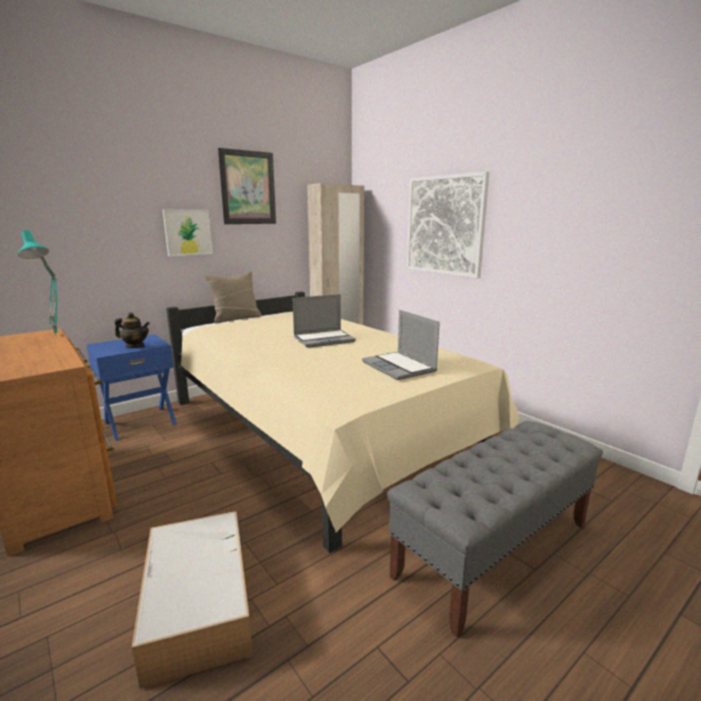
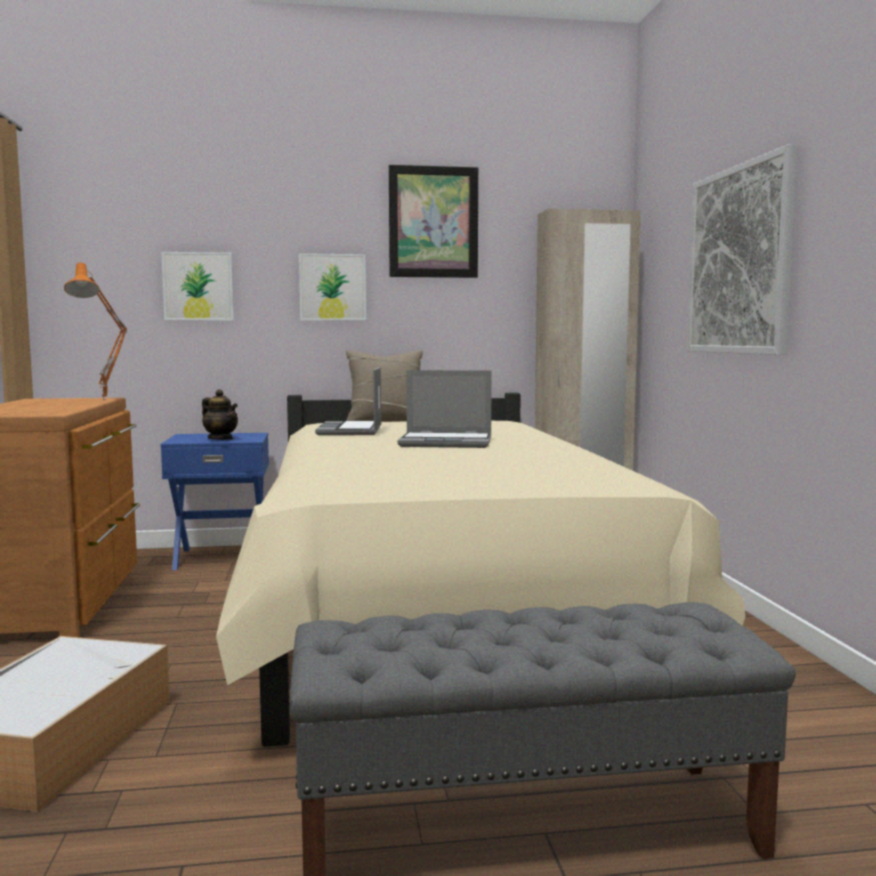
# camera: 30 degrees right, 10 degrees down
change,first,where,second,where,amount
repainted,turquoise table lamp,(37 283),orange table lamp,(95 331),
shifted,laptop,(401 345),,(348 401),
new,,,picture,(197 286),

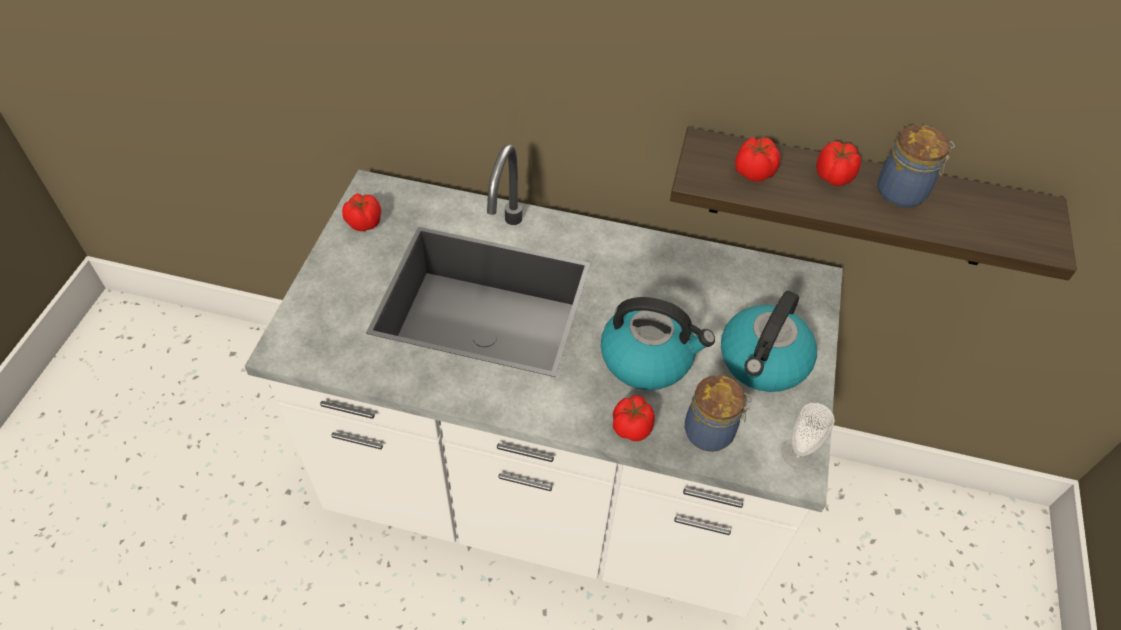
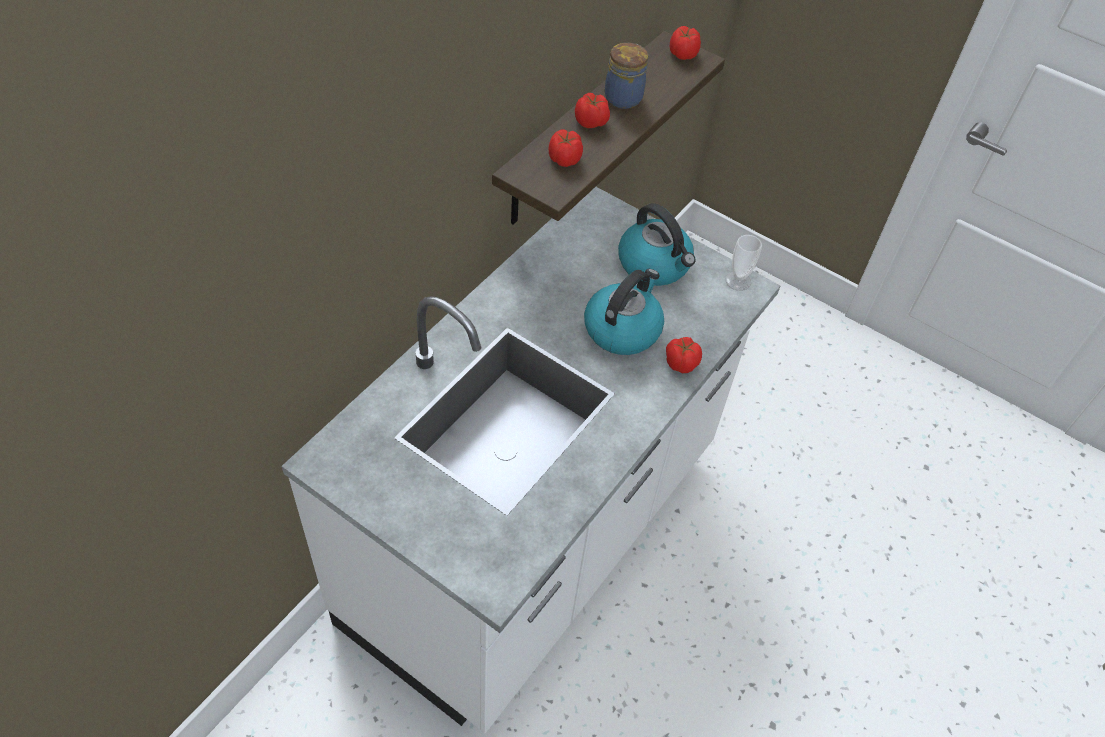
# camera: 70 degrees left, 0 degrees up
change,first,where,second,where,amount
shifted,tomato,(361 212),,(685 43),
gone,jar,(718 413),,,

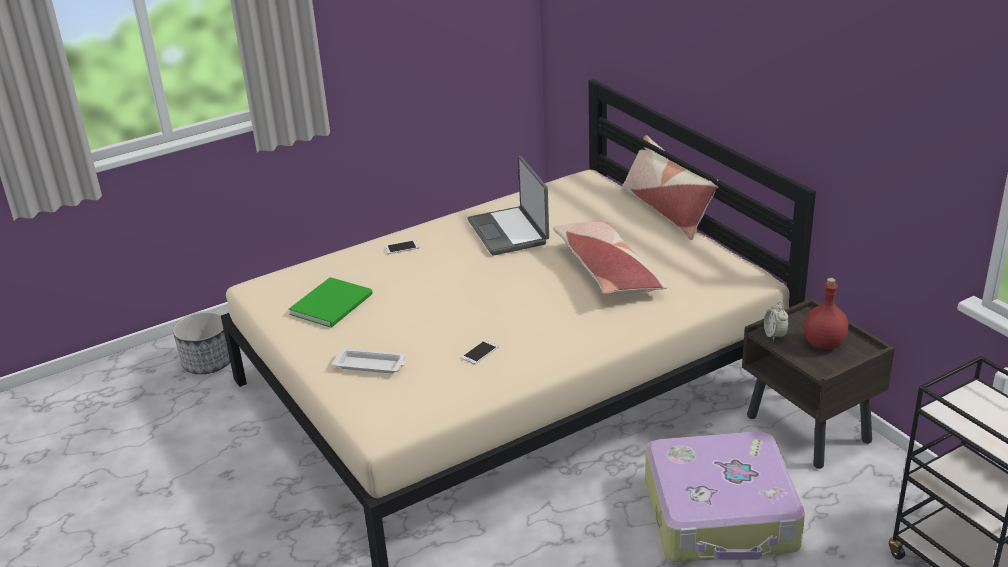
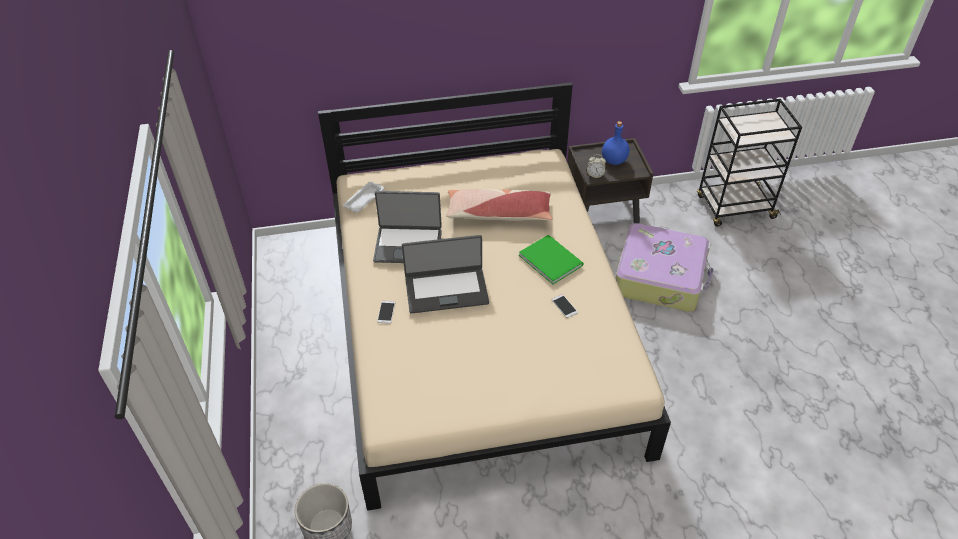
# camera: 70 degrees left, 15 degrees up
change,first,where,second,where,amount
shifted,green book,(331 302),,(551 259),
shifted,white tray,(369 360),,(363 197),
gone,pillow,(670 187),,,
repainted,red bottle,(826 314),blue bottle,(616 143),
new,,,laptop,(445 274),

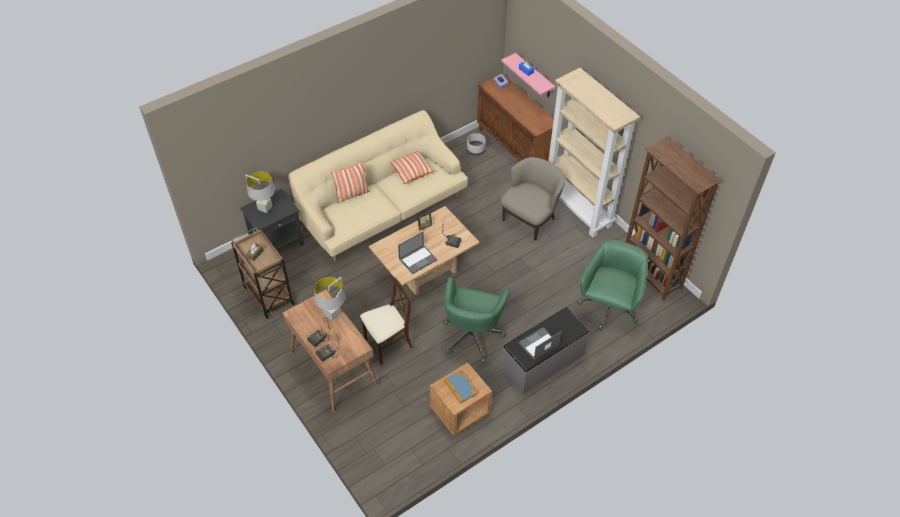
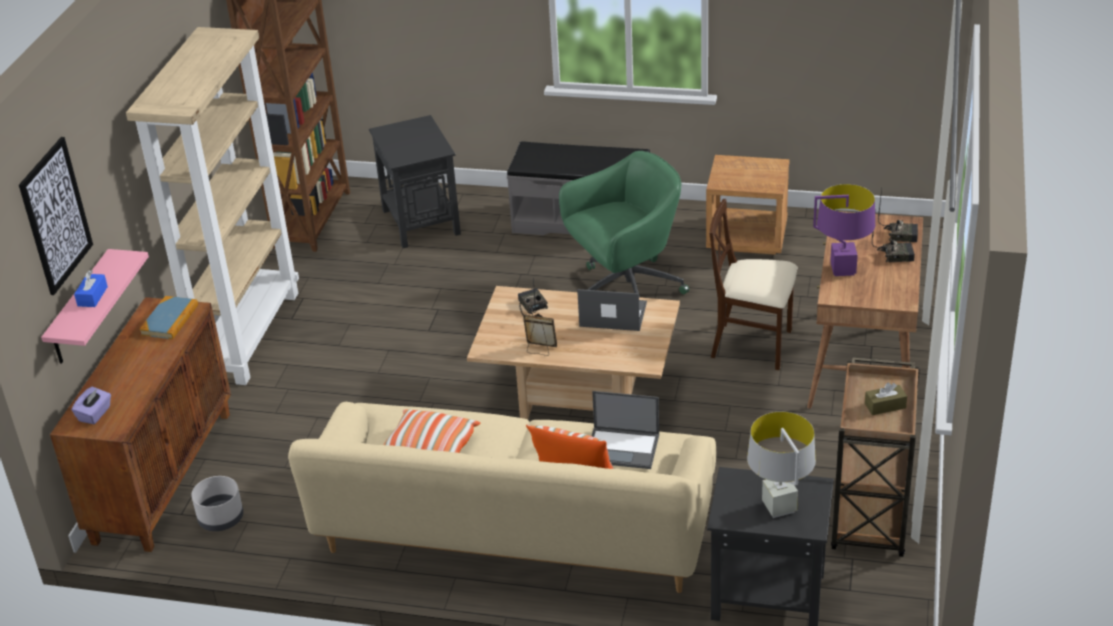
# camera: 130 degrees left, 15 degrees down
change,first,where,second,where,amount
repainted,grey table lamp,(329 299),purple table lamp,(844 230),
shifted,book,(460 387),,(168 318),
gone,beige armchair,(533 199),,,
shifted,laptop,(540 343),,(625 430),
swapped,green office chair,(612 285),black side table,(415 181),
new,,,picture,(56 216),

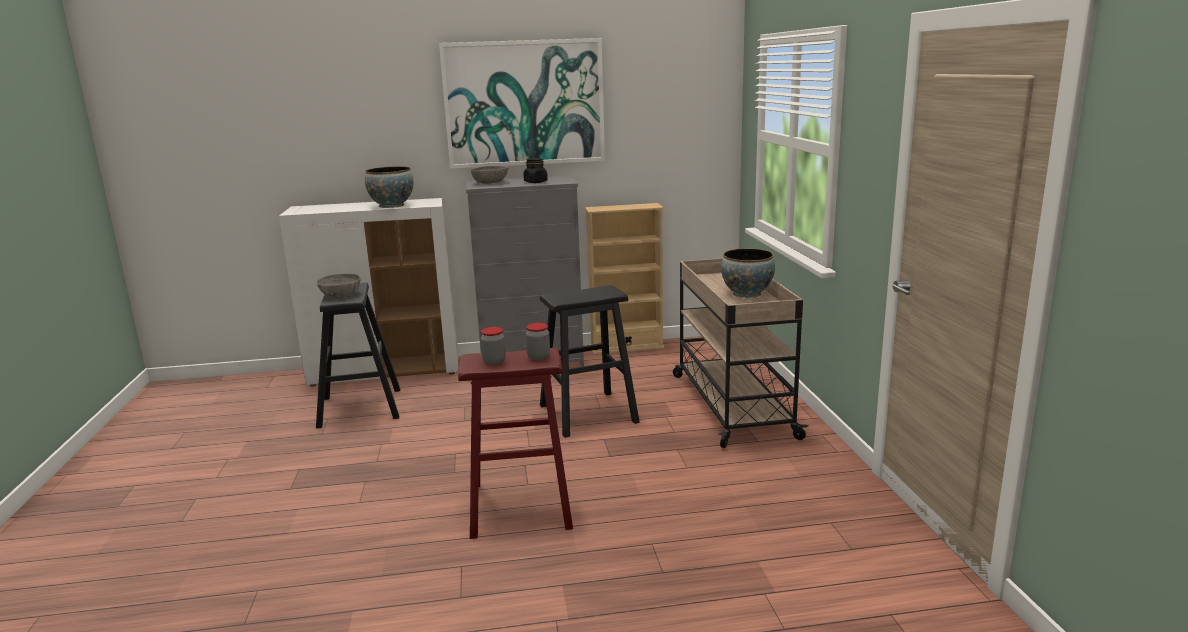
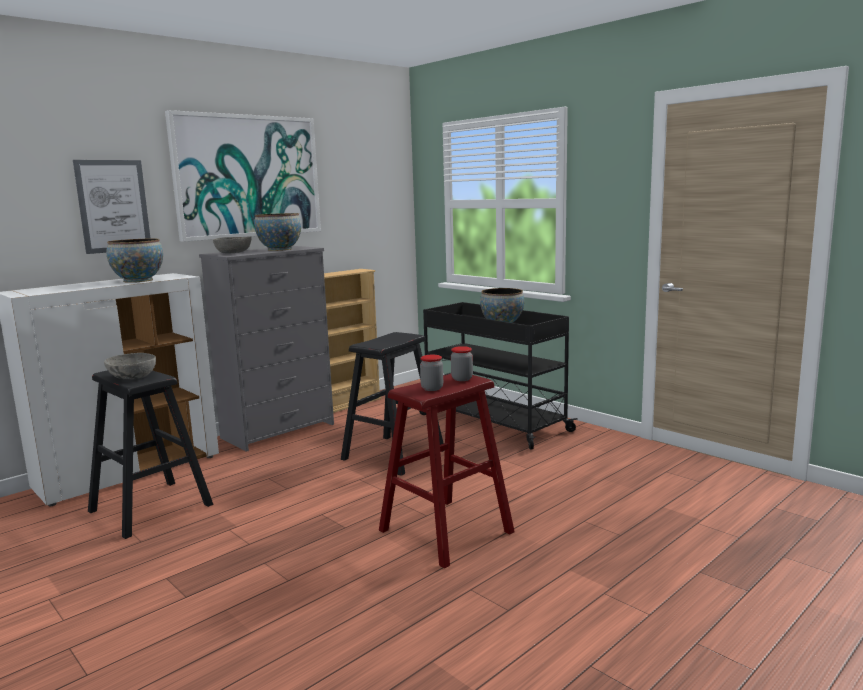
# camera: 35 degrees left, 5 degrees down
change,first,where,second,where,amount
swapped,black jar,(536 170),bowl,(277 232),
repainted,beige cart,(741 353),black cart,(498 375),
new,,,picture,(111 207),

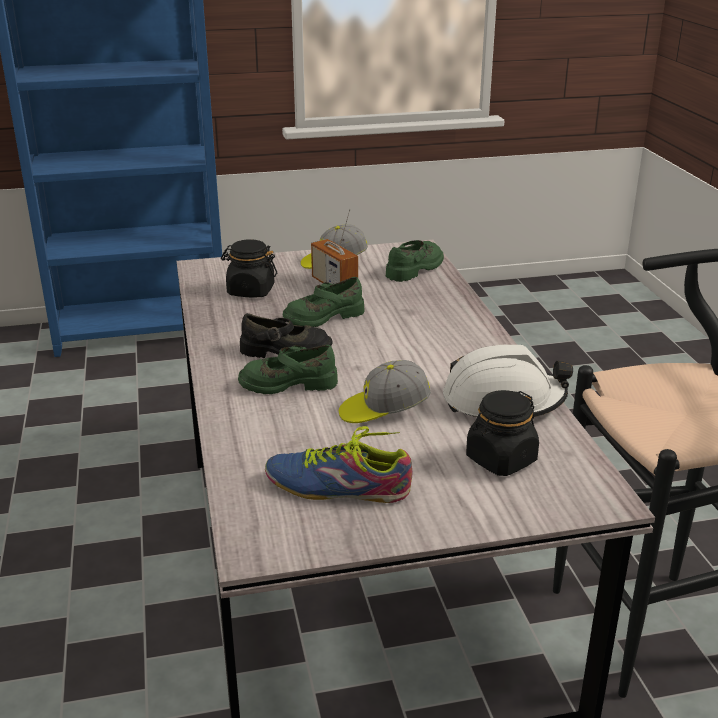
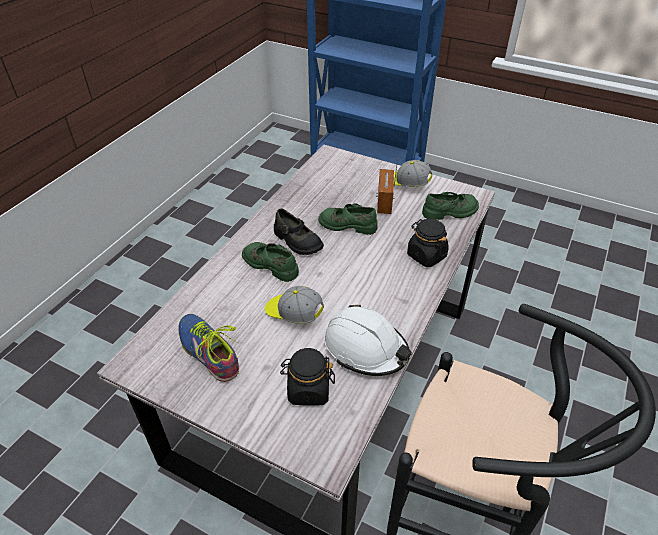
# camera: 40 degrees right, 15 degrees up
change,first,where,second,where,amount
shifted,black jar,(249 268),,(428 243),

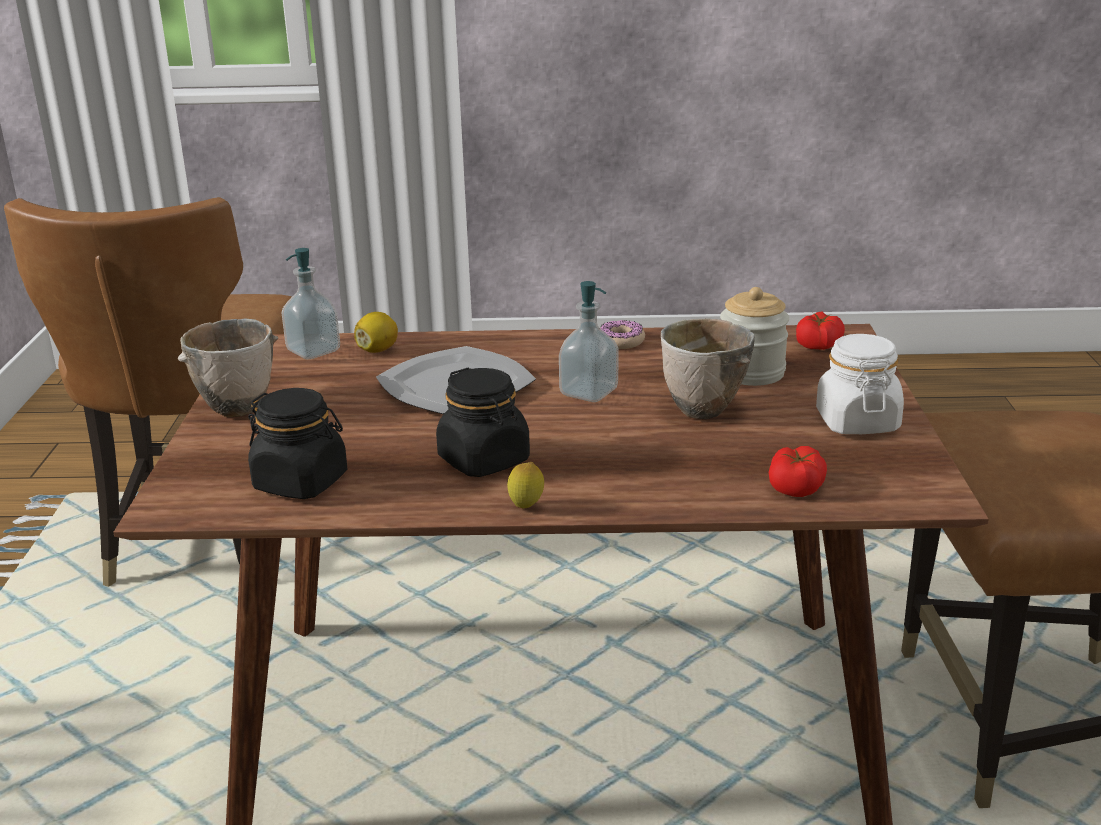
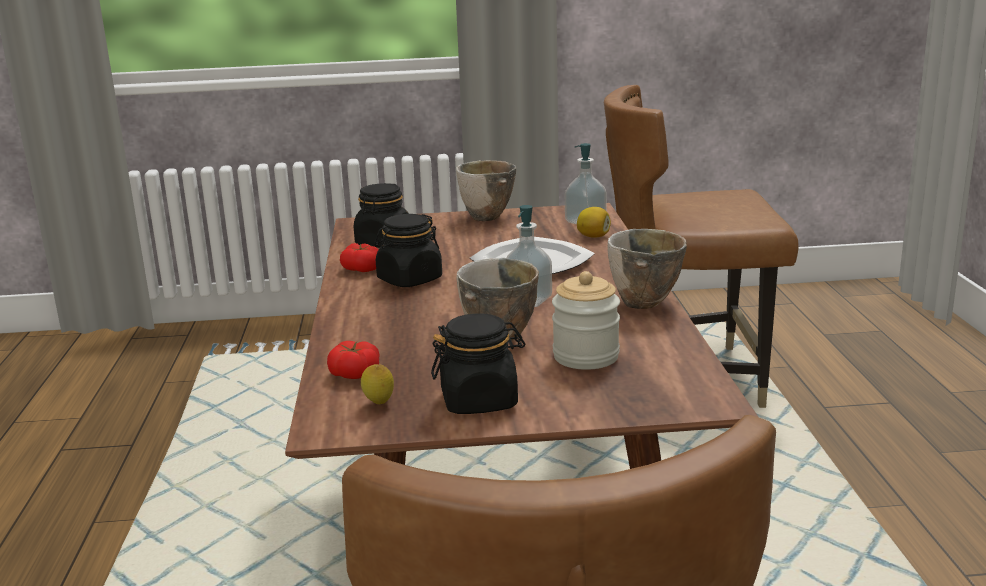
# camera: 85 degrees right, 5 degrees down
change,first,where,second,where,amount
shifted,lemon,(525 485),,(377 384),
swapped,donut,(622 334),bowl,(647 269),
shifted,tomato,(820 331),,(359 257),
repainted,white jar,(860 384),black jar,(478 363),

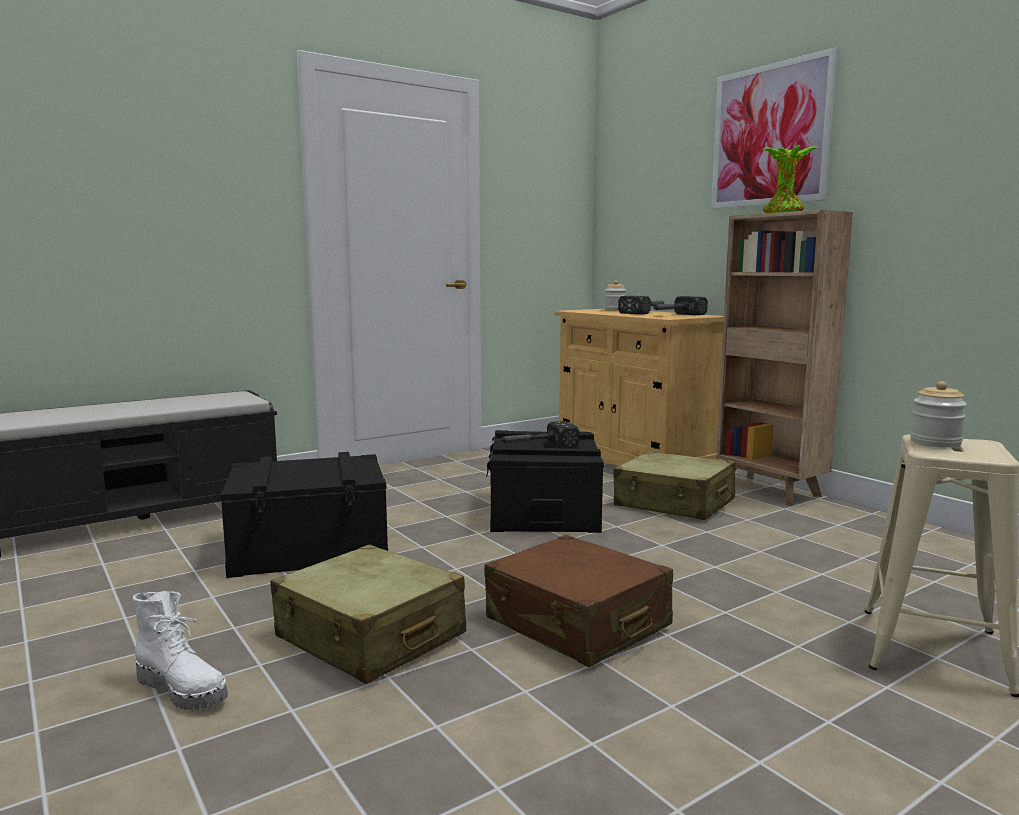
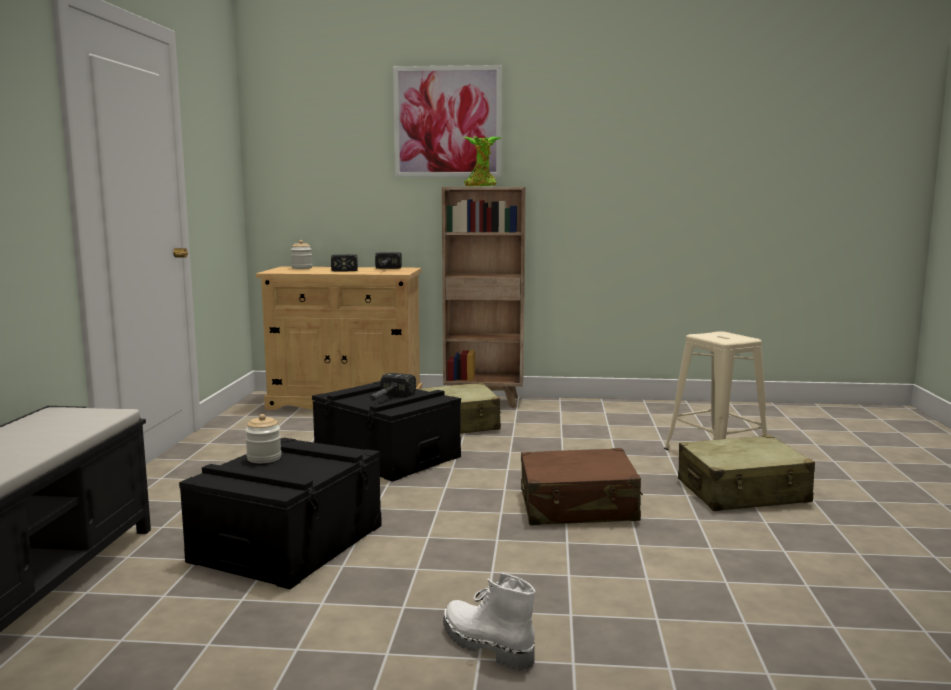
# camera: 50 degrees left, 0 degrees up
change,first,where,second,where,amount
rotated,white boot,(180 650),,(489 621),120 degrees counterclockwise
shifted,beige suitcase,(368 614),,(746 473),
shifted,jar,(938 414),,(263 438),

